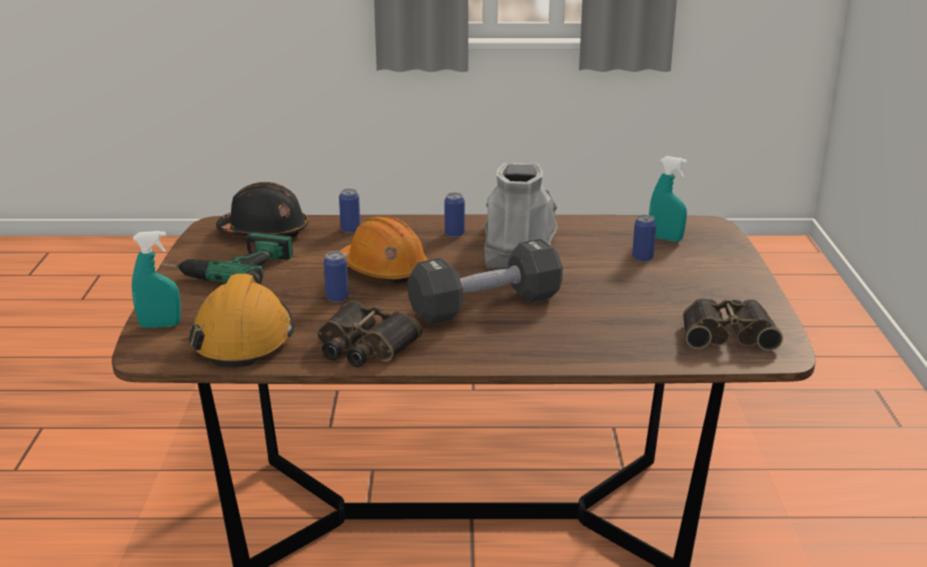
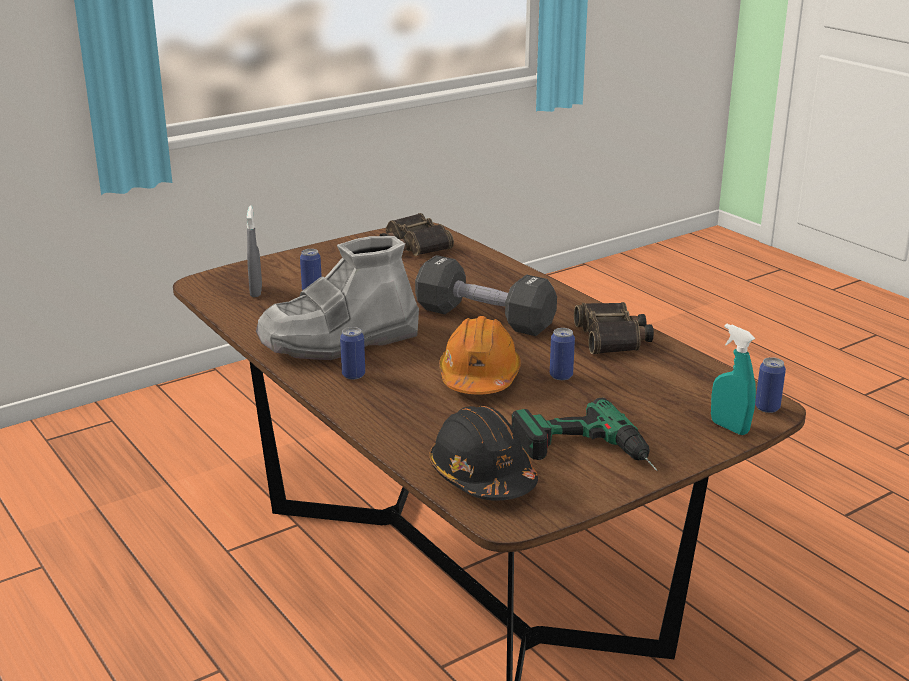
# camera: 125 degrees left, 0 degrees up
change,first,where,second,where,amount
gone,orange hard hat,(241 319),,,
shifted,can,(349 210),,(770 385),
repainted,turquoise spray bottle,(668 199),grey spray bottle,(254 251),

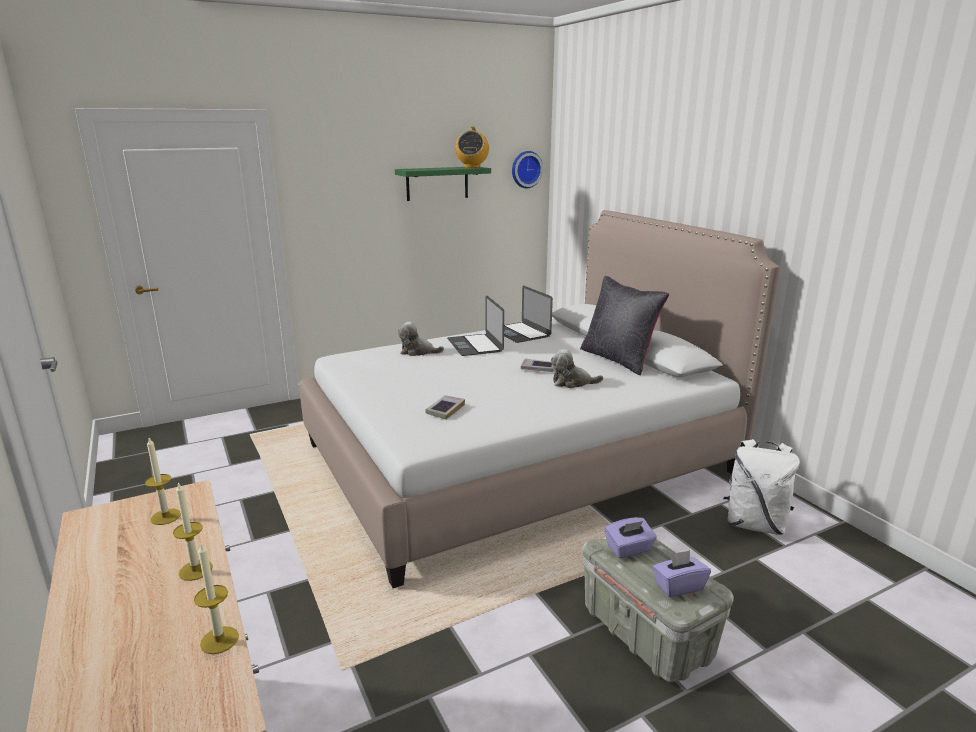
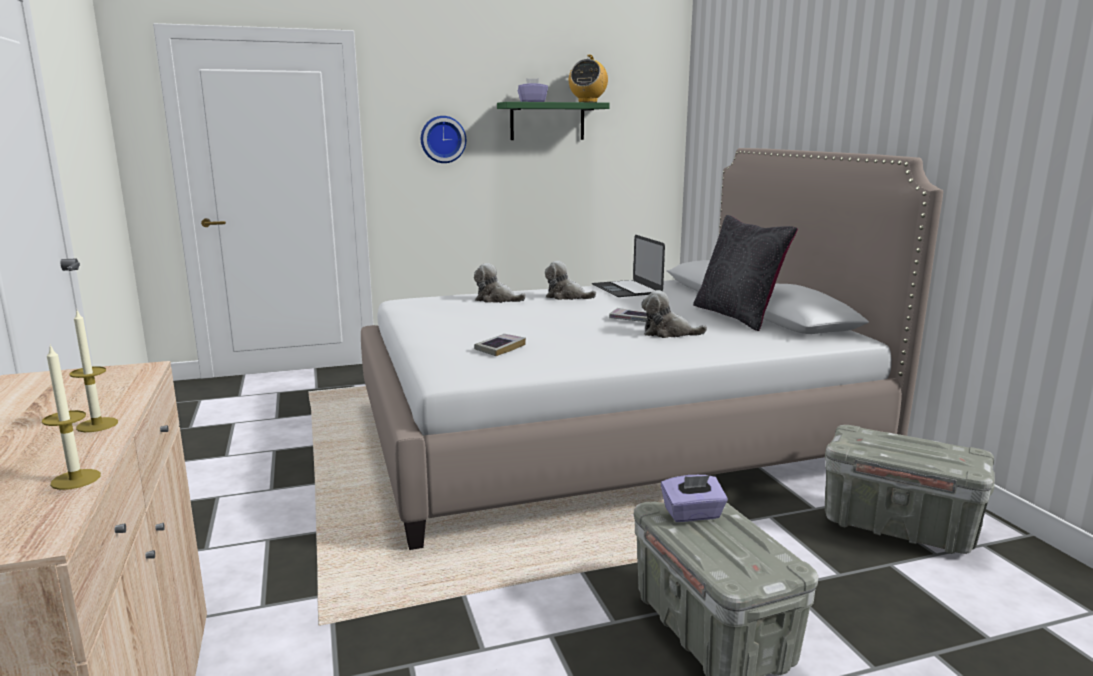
# camera: 10 degrees right, 5 degrees down
change,first,where,second,where,amount
gone,candle,(163 481),,,
swapped,laptop,(475 325),plush toy,(570 280),
shifted,wall clock,(527 169),,(443 139),
shifted,purple tissue box,(681 573),,(533 90),
swapped,white backpack,(762 487),grey storage box,(910 489),

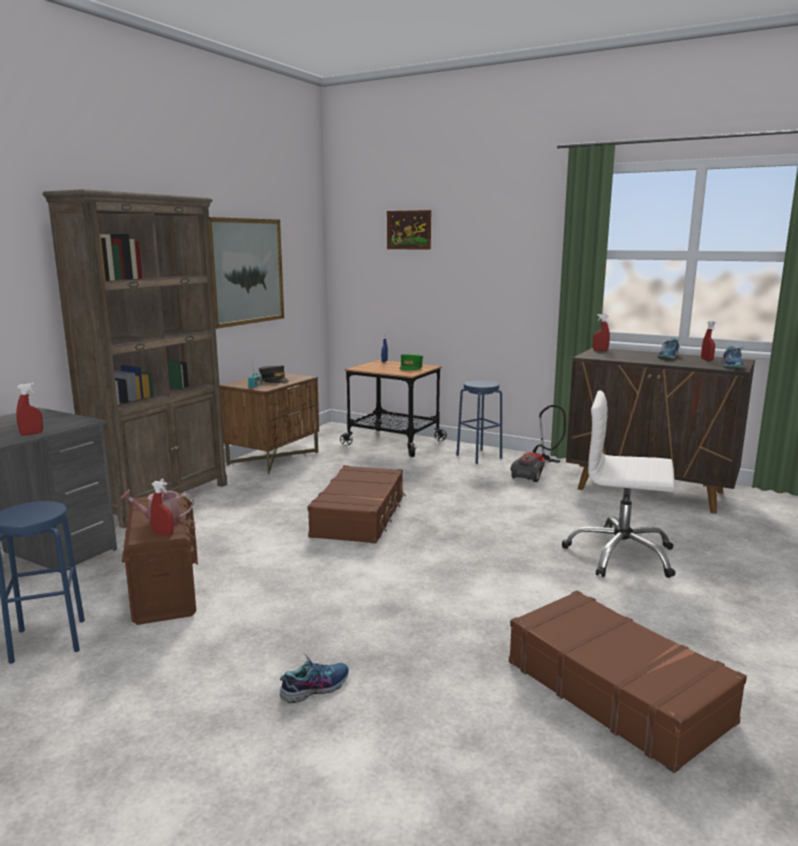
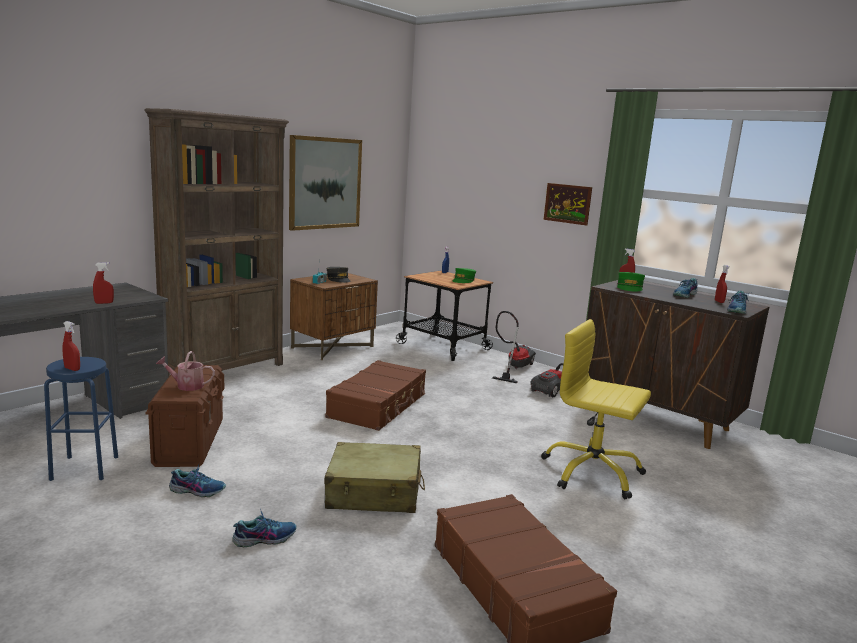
# camera: 10 degrees right, 0 degrees up
change,first,where,second,where,amount
shifted,red spray bottle,(162 508),,(71 346),
shifted,picture,(409 230),,(567 204),
swapped,blue stool,(479 422),vacuum cleaner,(514 347),
repainted,white office chair,(619 484),yellow office chair,(596 409),
new,,,shoe,(197 480),
new,,,beige suitcase,(374 477),
new,,,green cap,(631 282),

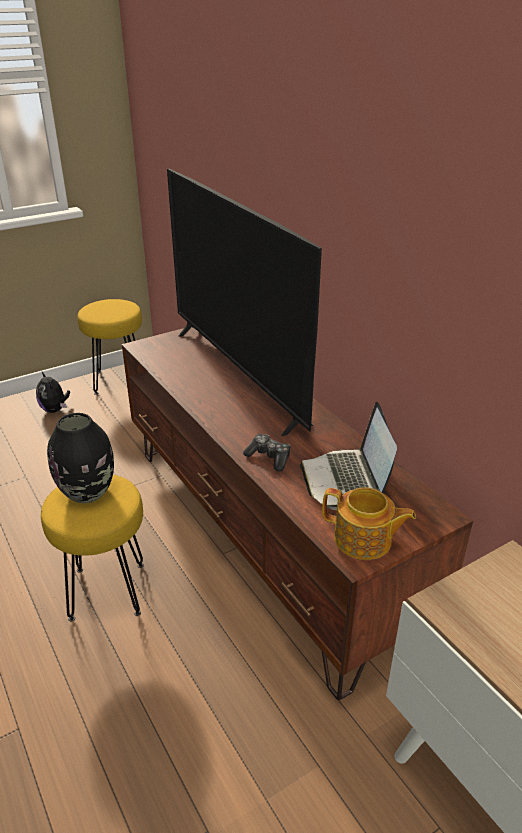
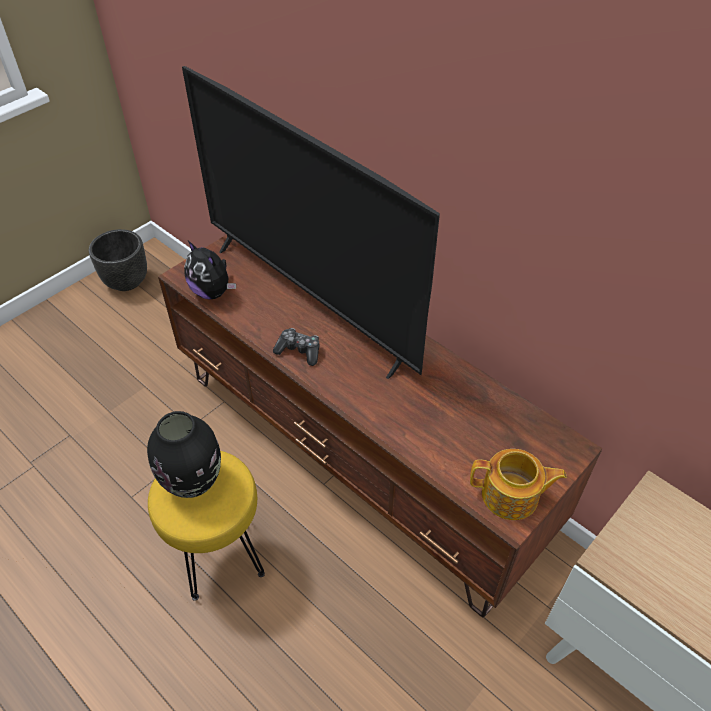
# camera: 15 degrees left, 15 degrees up
change,first,where,second,where,amount
shifted,plush toy,(53 392),,(210 270),
swapped,yellow stool,(109 347),black planter,(118 260),
shifted,game controller,(267 452),,(296 347),
gone,laptop,(348 456),,,

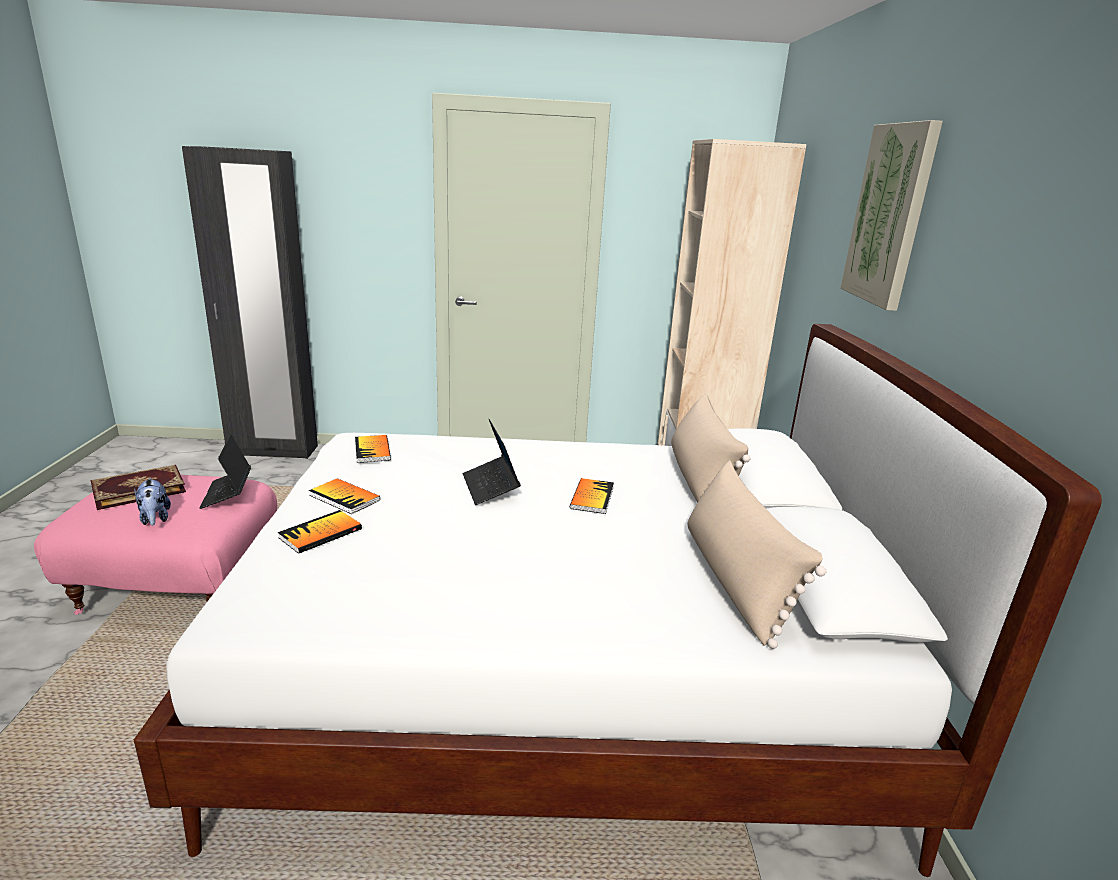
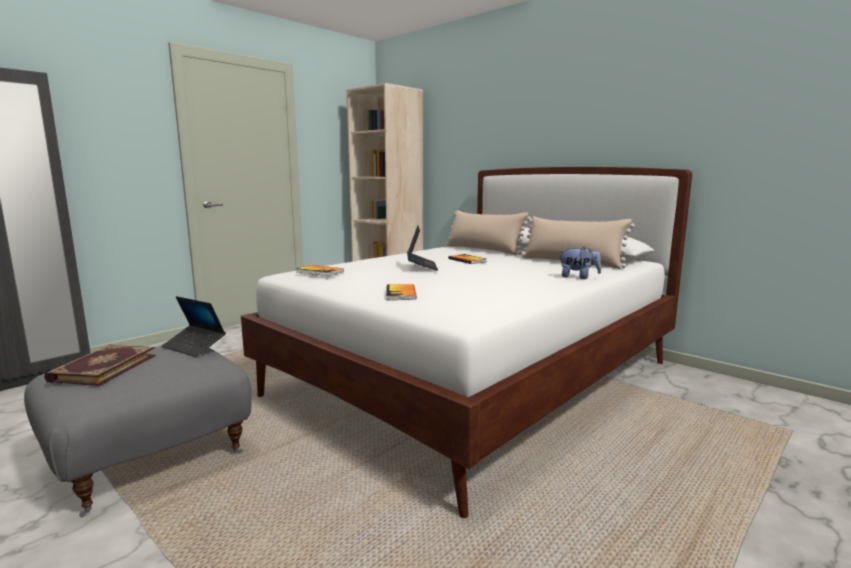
# camera: 45 degrees left, 10 degrees down
change,first,where,second,where,amount
repainted,pink ottoman,(155 545),grey ottoman,(138 431),
shifted,plush toy,(152 501),,(579 263),
gone,book,(344 496),,,
rotated,laptop,(492 462),,(422 248),120 degrees counterclockwise
gone,picture,(891 215),,,

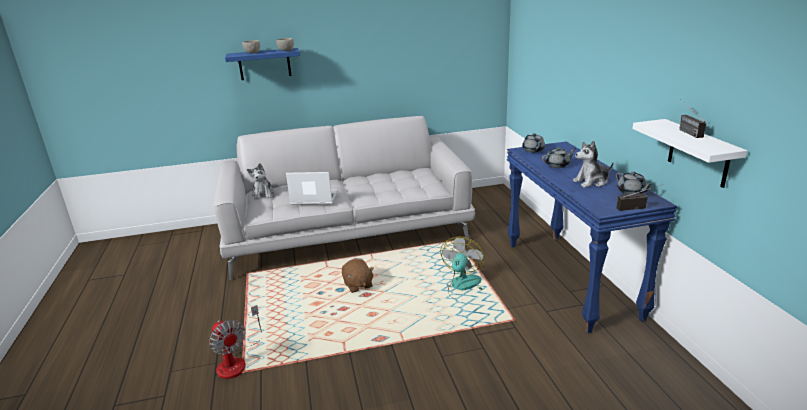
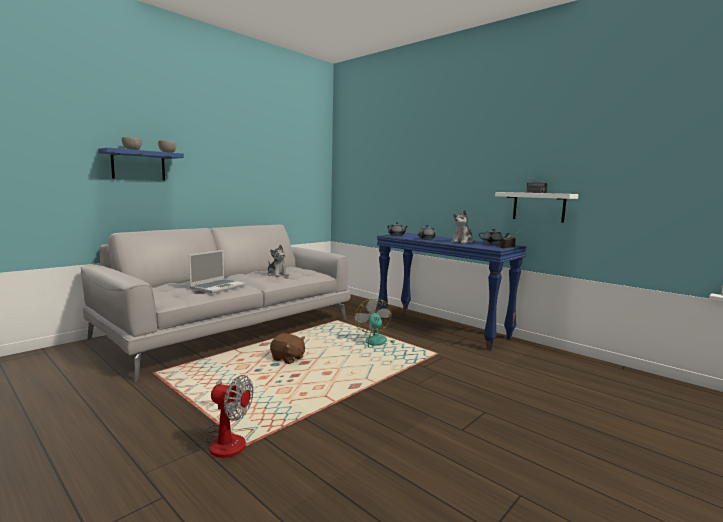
# camera: 35 degrees left, 15 degrees down
change,first,where,second,where,amount
shifted,plush toy,(260 181),,(278 261),
rotated,laptop,(312 188),,(217 271),150 degrees clockwise

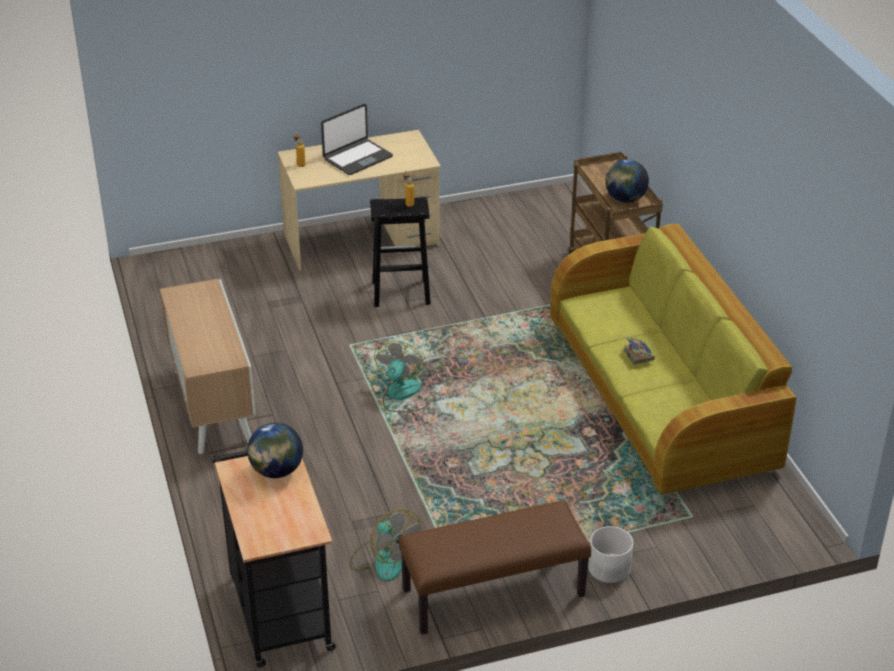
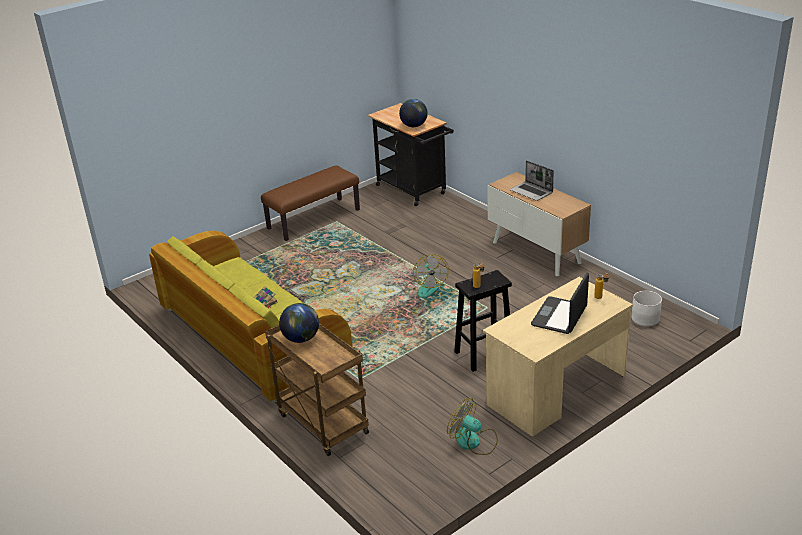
# camera: 160 degrees right, 5 degrees down
change,first,where,second,where,amount
shifted,fan,(385 545),,(472 426),
shifted,white planter,(610 554),,(646 308),
new,,,laptop,(532 180),

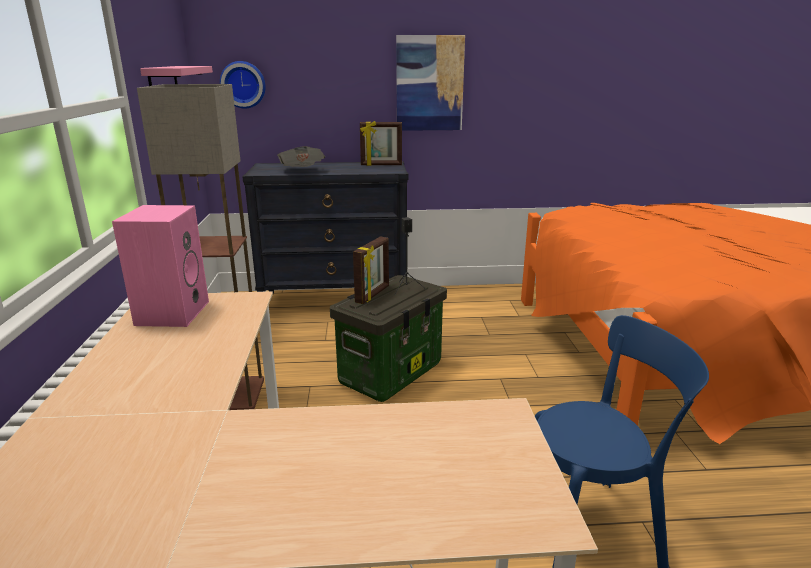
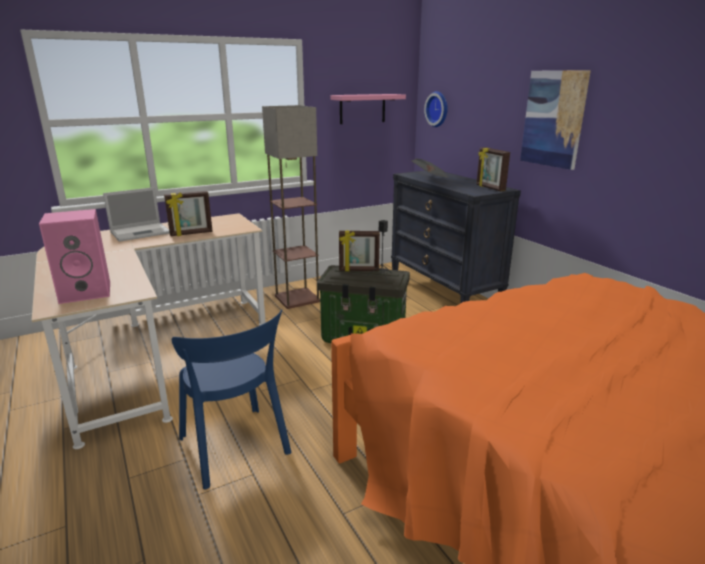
# camera: 65 degrees right, 0 degrees up
change,first,where,second,where,amount
shifted,pink speaker,(160 266),,(74 256),
new,,,laptop,(136 214),
new,,,picture frame,(188 213),

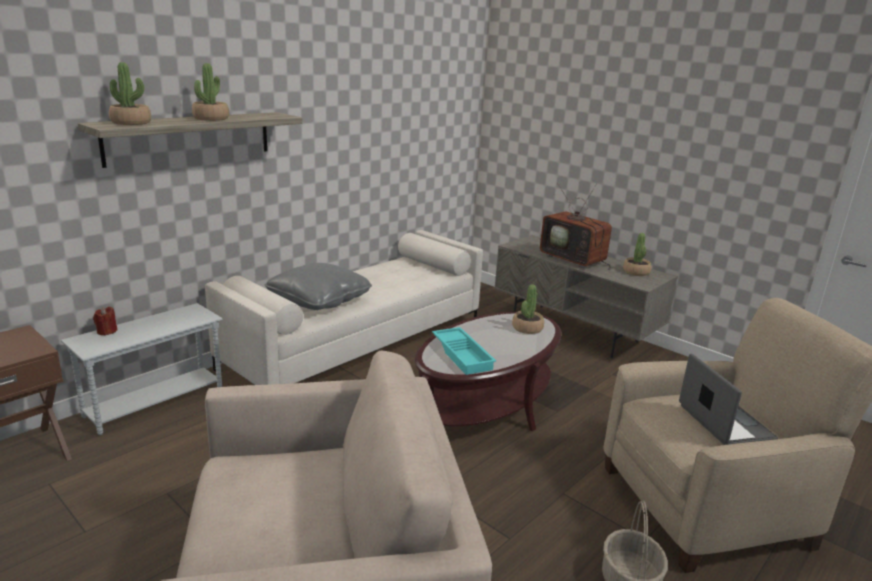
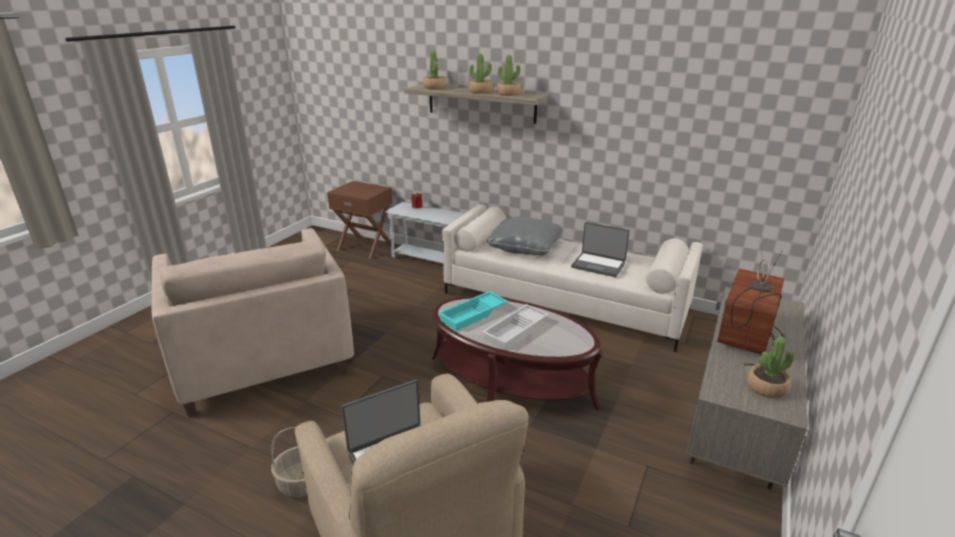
# camera: 75 degrees right, 5 degrees up
change,first,where,second,where,amount
shifted,potted plant,(528 309),,(509 75),
new,,,white tray,(515 327),
new,,,laptop,(600 249),

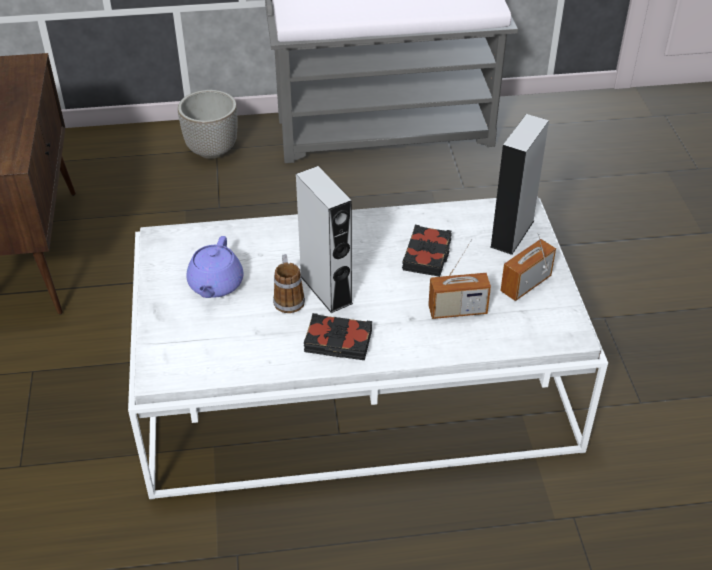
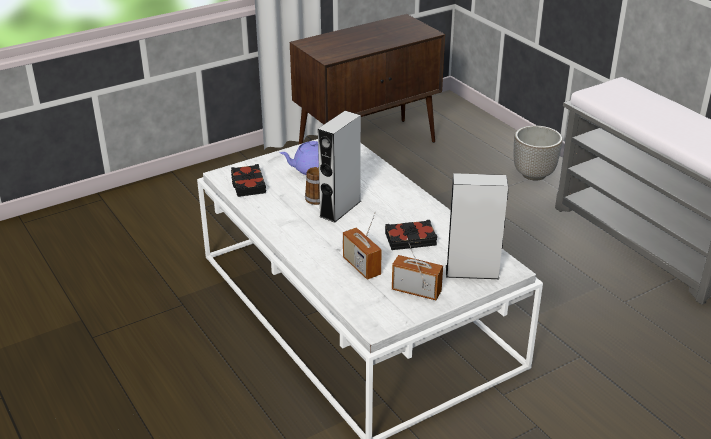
# camera: 65 degrees right, 10 degrees down
change,first,where,second,where,amount
shifted,black book,(338 336),,(248 180),

